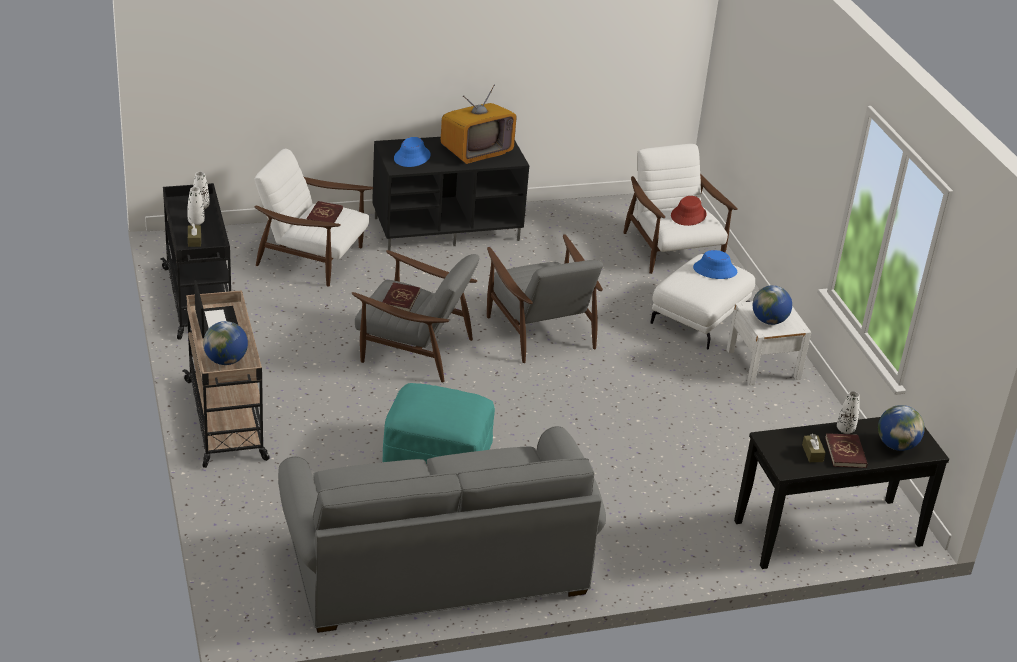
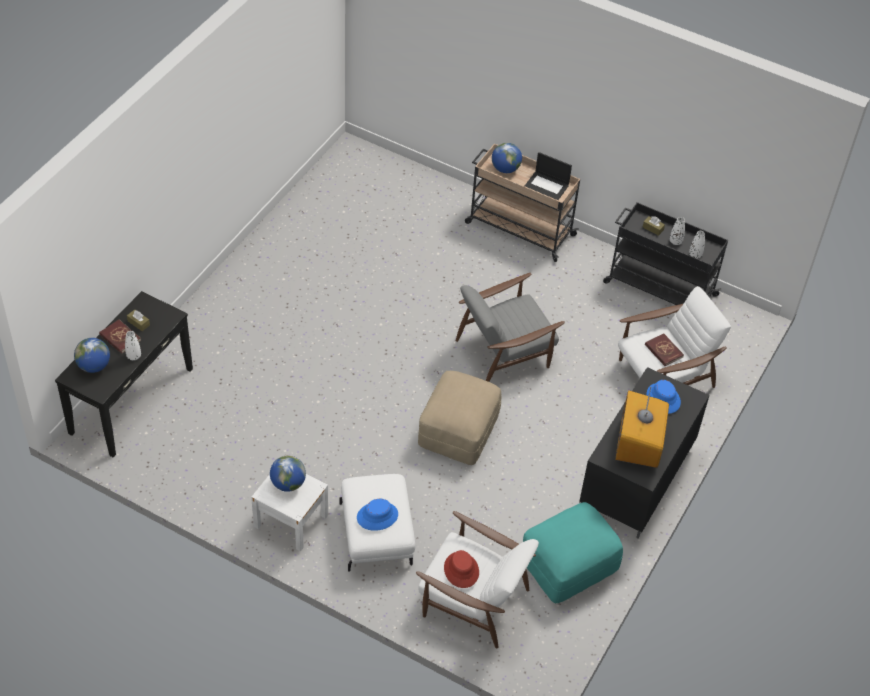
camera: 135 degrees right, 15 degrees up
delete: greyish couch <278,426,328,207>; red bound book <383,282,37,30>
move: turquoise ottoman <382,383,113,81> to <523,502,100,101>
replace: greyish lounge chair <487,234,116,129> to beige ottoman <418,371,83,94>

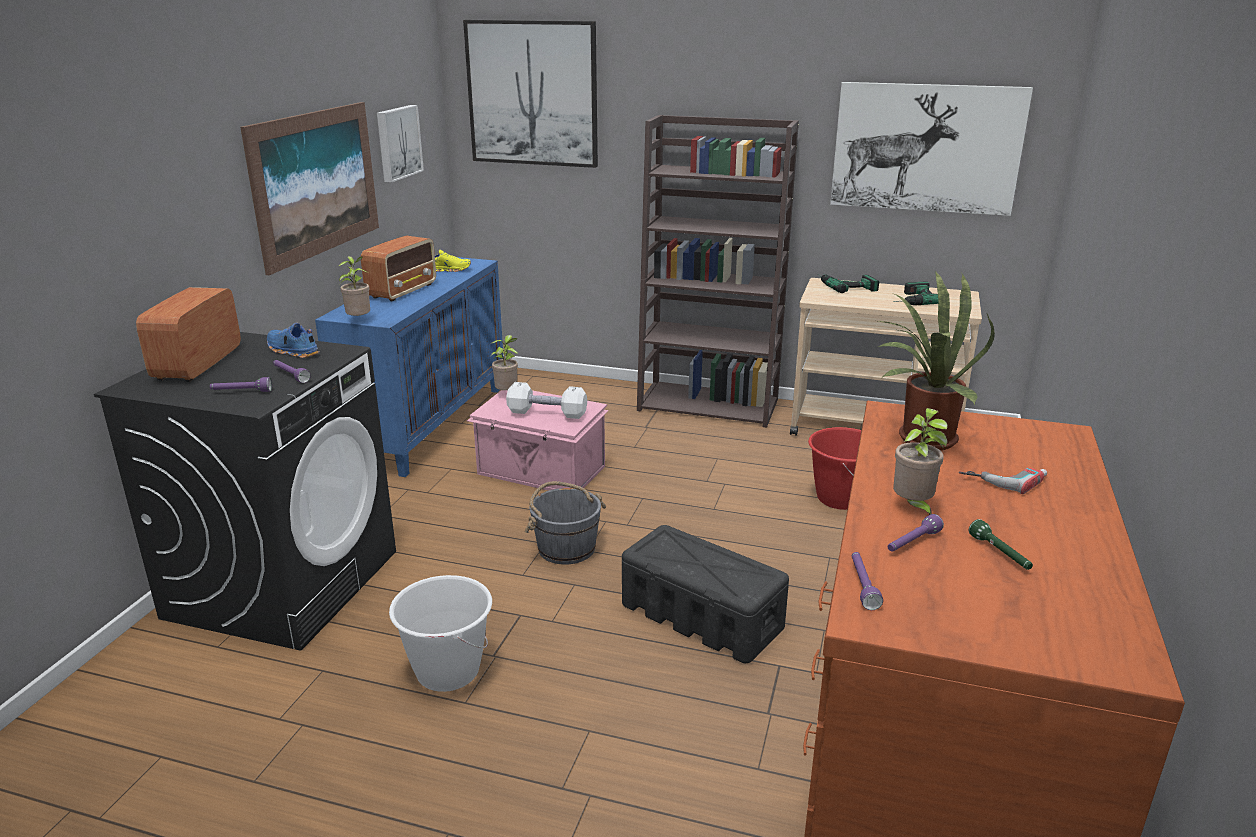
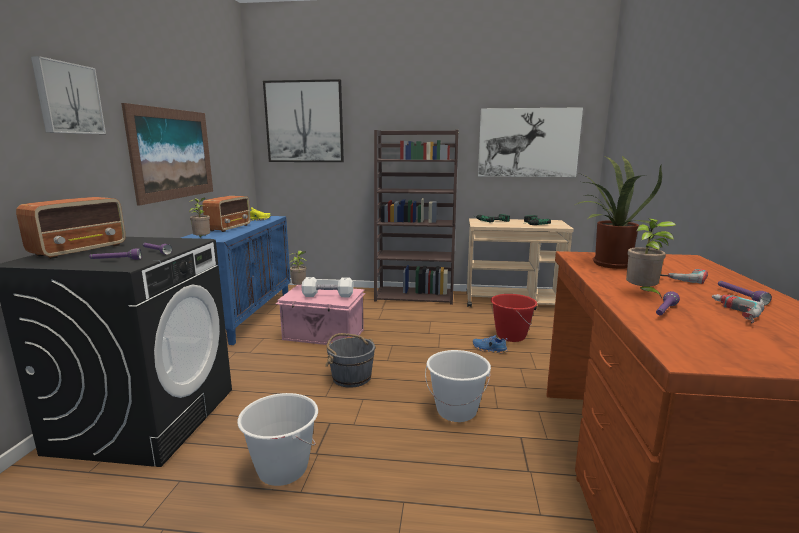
camera: 10 degrees left, 10 degrees down
move: blue item of footwear <267,323,53,35> to <473,335,35,19>; wall picture <377,105,47,78> to <31,56,75,78>; purplish flashlight <852,552,31,58> to <718,281,54,24>
replace: black-coloured storage box <622,525,167,138> to white-coloured bucket <425,350,66,72>; green flashlight <969,519,64,51> to electric drill <712,294,53,29>
rotate: radio <136,287,105,95> = <16,197,110,62> 150 degrees counterclockwise

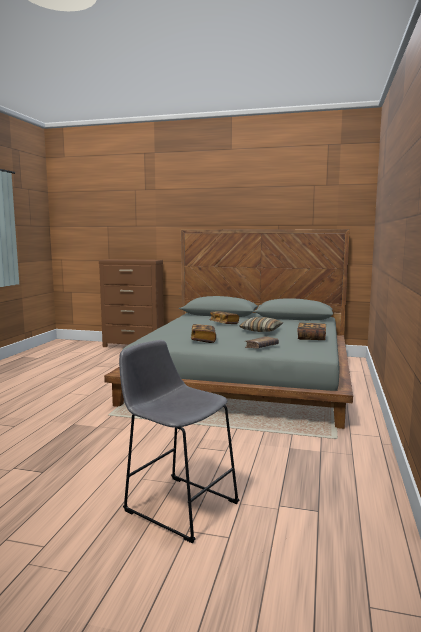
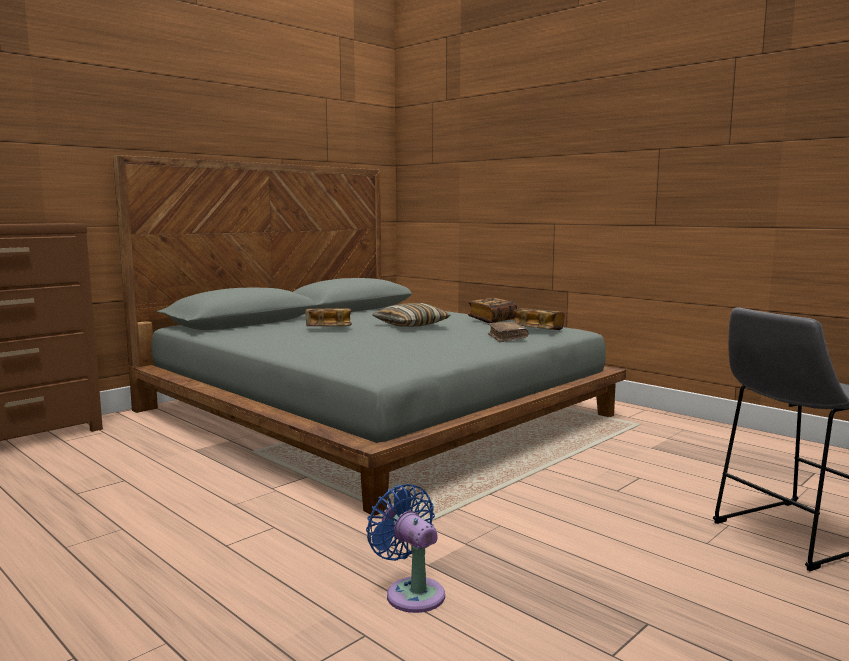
camera: 60 degrees left, 0 degrees up
insert: blue electric fan <366,484,79,129>
move: bound book <191,324,25,19> to <514,308,51,22>

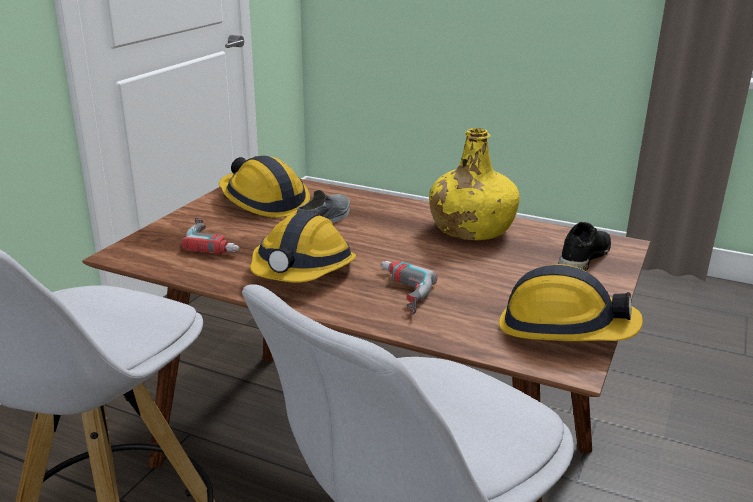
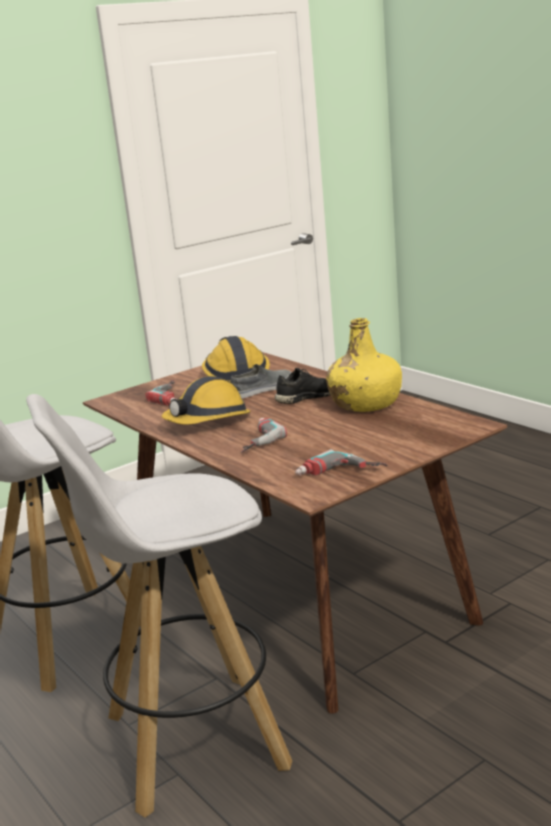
camera: 30 degrees right, 5 degrees down
move: black-coloured item of footwear <558,222,53,49> to <275,368,55,36>
replace: work helmet <499,264,144,77> to electric drill <295,449,93,26>

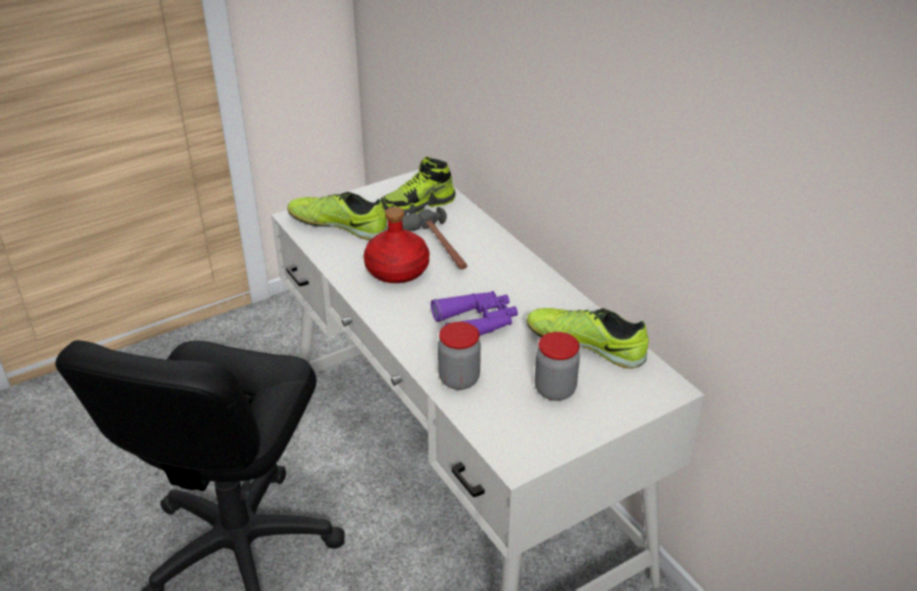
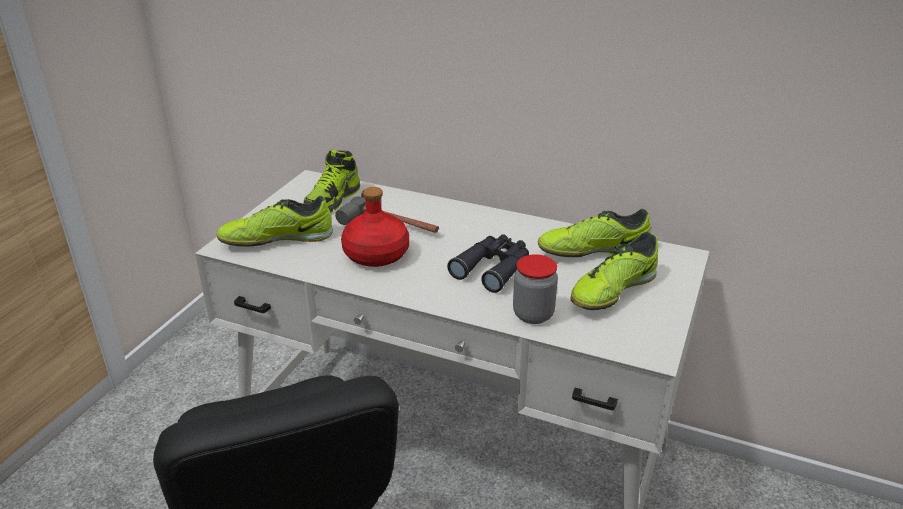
camera: 35 degrees left, 5 degrees down
replace: jar <535,332,45,69> to item of footwear <571,232,87,78>
recolor: purplish field glasses <431,291,87,45> to black-coloured field glasses <447,234,82,59>

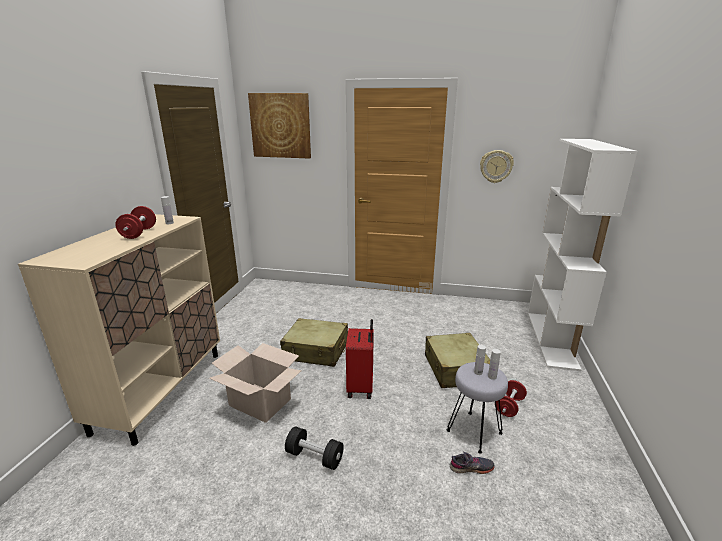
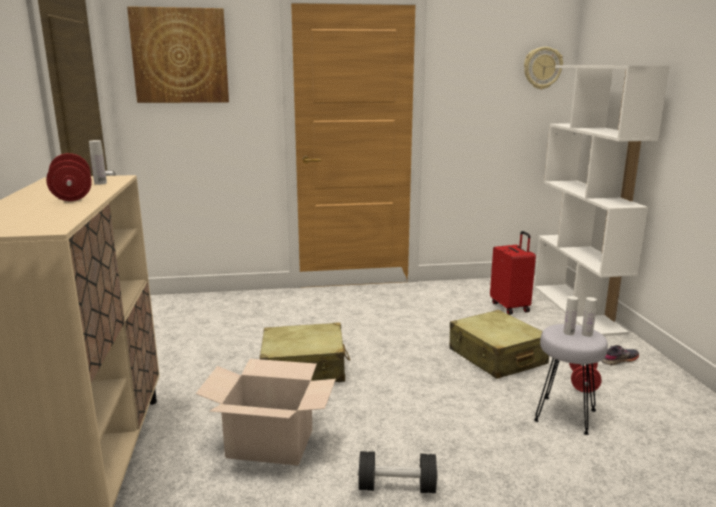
camera: 20 degrees left, 5 degrees down
move: red travel case <346,319,28,80> to <490,231,46,84>; greyish item of footwear <450,452,45,22> to <601,345,38,20>; wall clock <480,150,34,33> to <524,47,39,43>

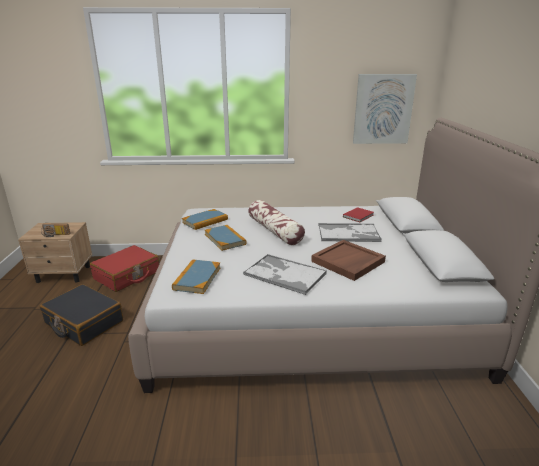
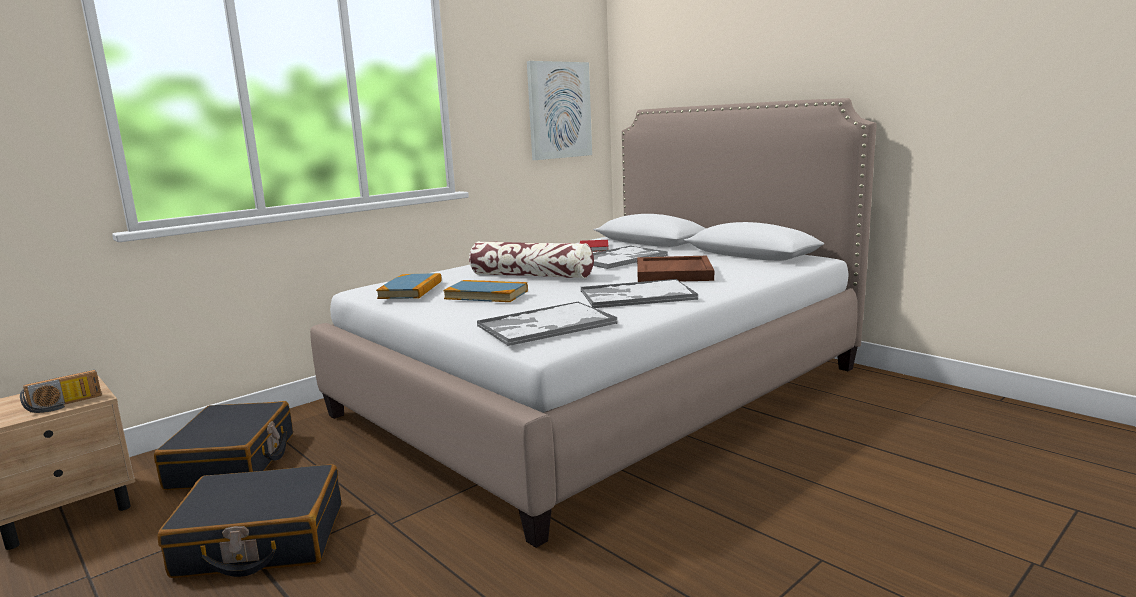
camera: 40 degrees left, 10 degrees down
replace: bound book <172,259,49,35> to serving tray <477,301,141,45>
recolor: red travel case <90,245,69,47> to black-coloured travel case <154,401,139,89>

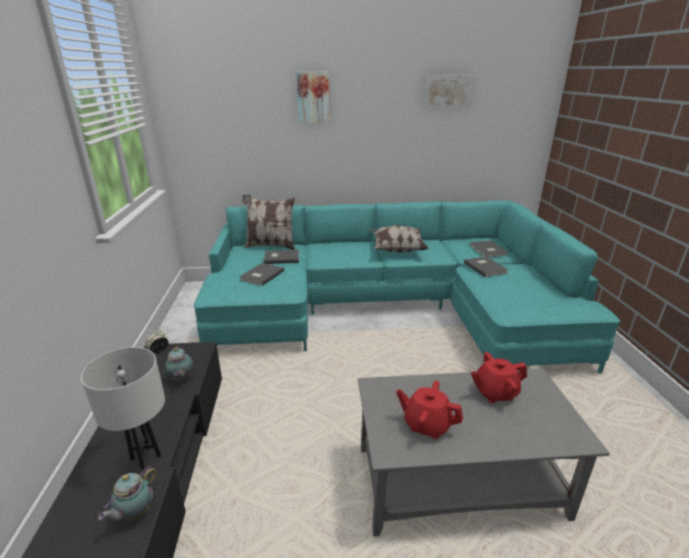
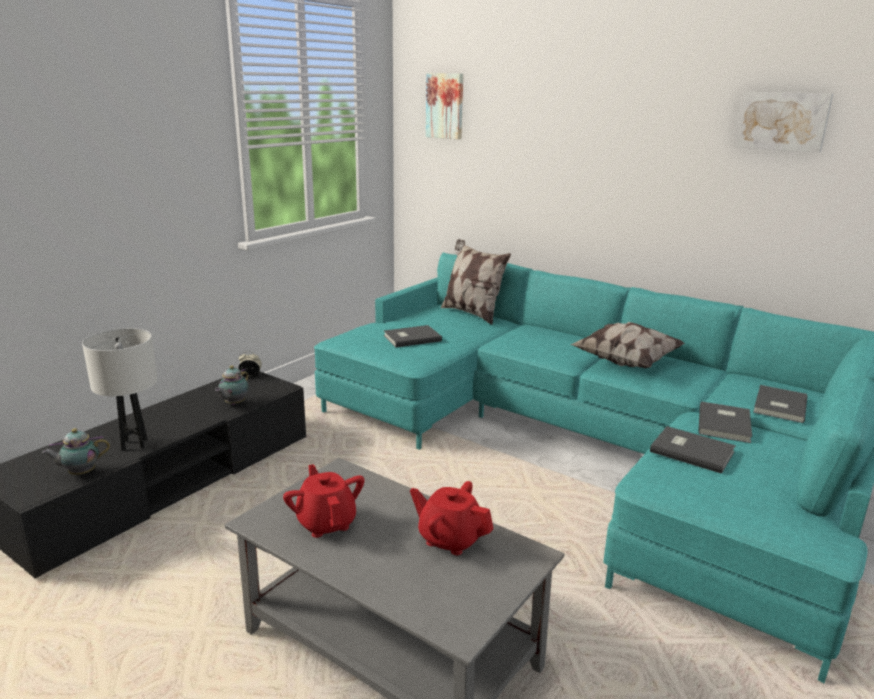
camera: 40 degrees right, 5 degrees down
move: greyish bound book <264,250,35,14> to <650,426,86,48>; wall picture <296,71,34,52> to <426,73,37,66>

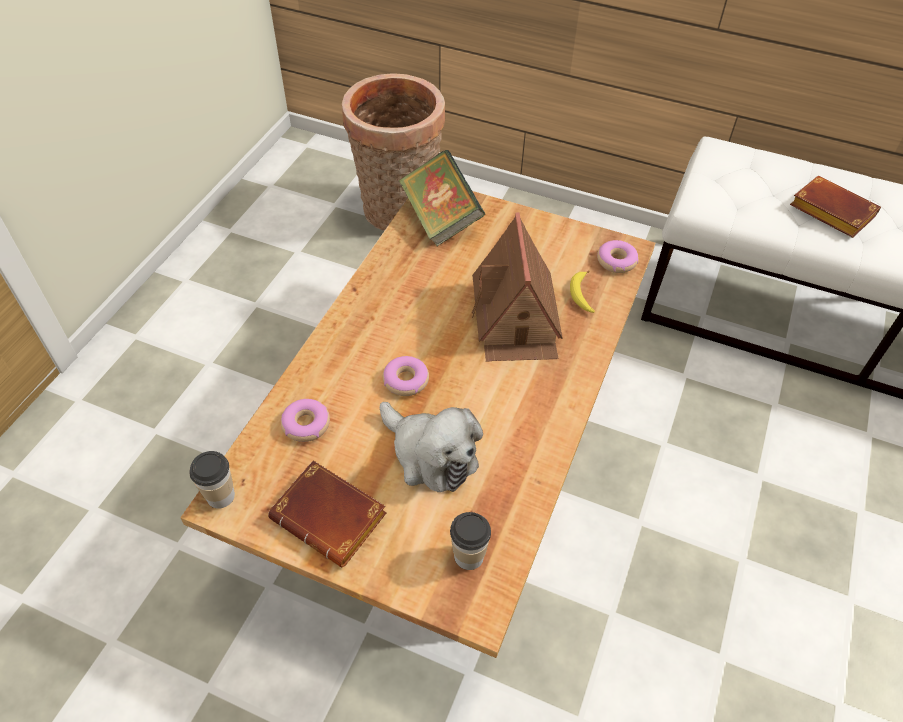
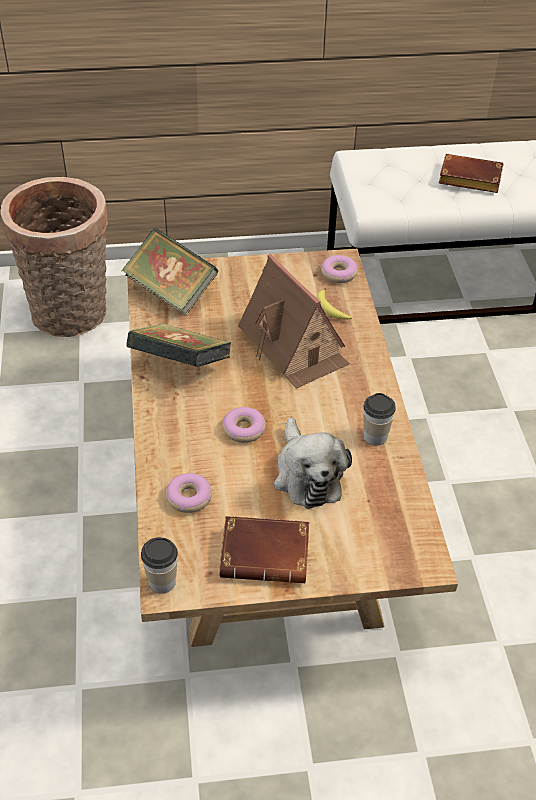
camera: 30 degrees left, 5 degrees down
insert: bound book <127,323,105,44>
move: cup <450,512,41,58> to <363,393,33,52>
rotate: plush toy <380,402,103,90> = <274,418,78,91> 60 degrees clockwise

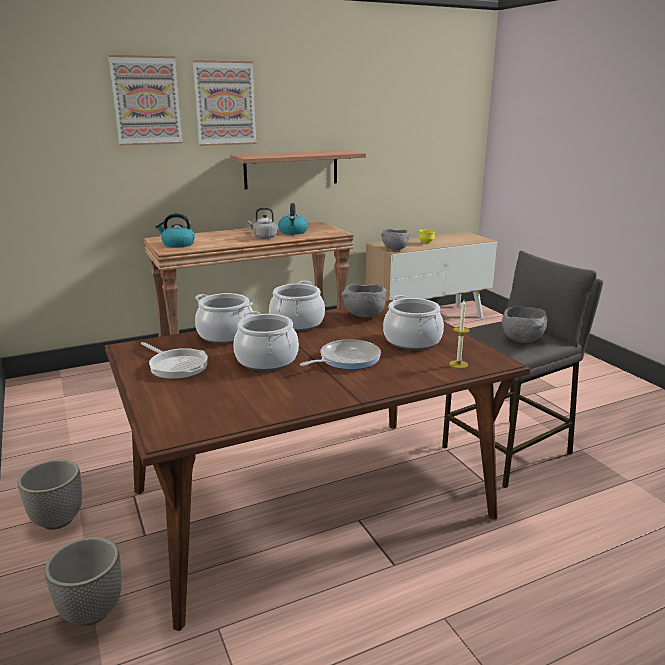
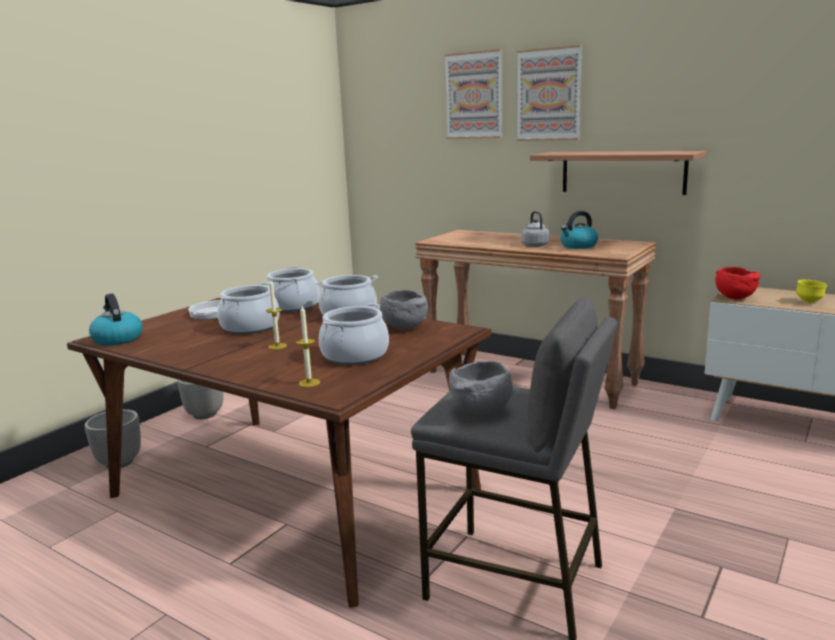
camera: 60 degrees right, 5 degrees down
move: water kettle <156,213,39,35> to <89,294,53,52>
replace: pan <300,339,81,31> to candle <266,280,21,70>
recolor: greyish deep dish <381,229,29,21> to red deep dish <715,267,45,32>

